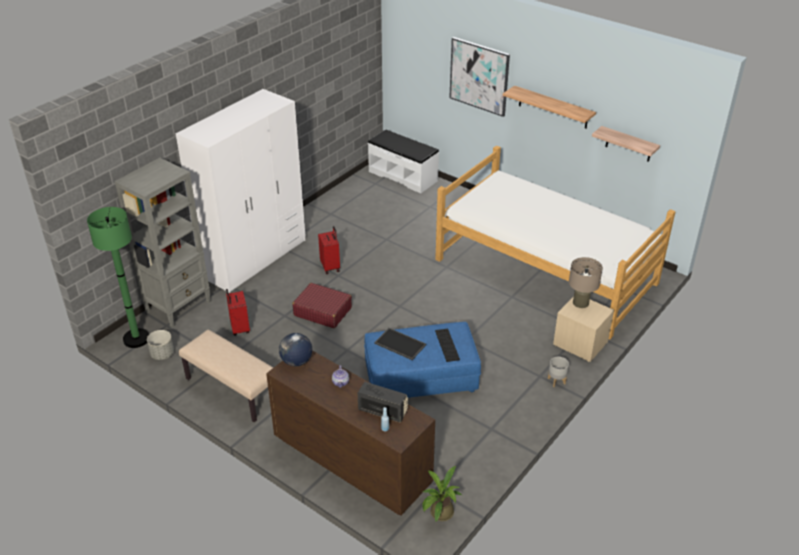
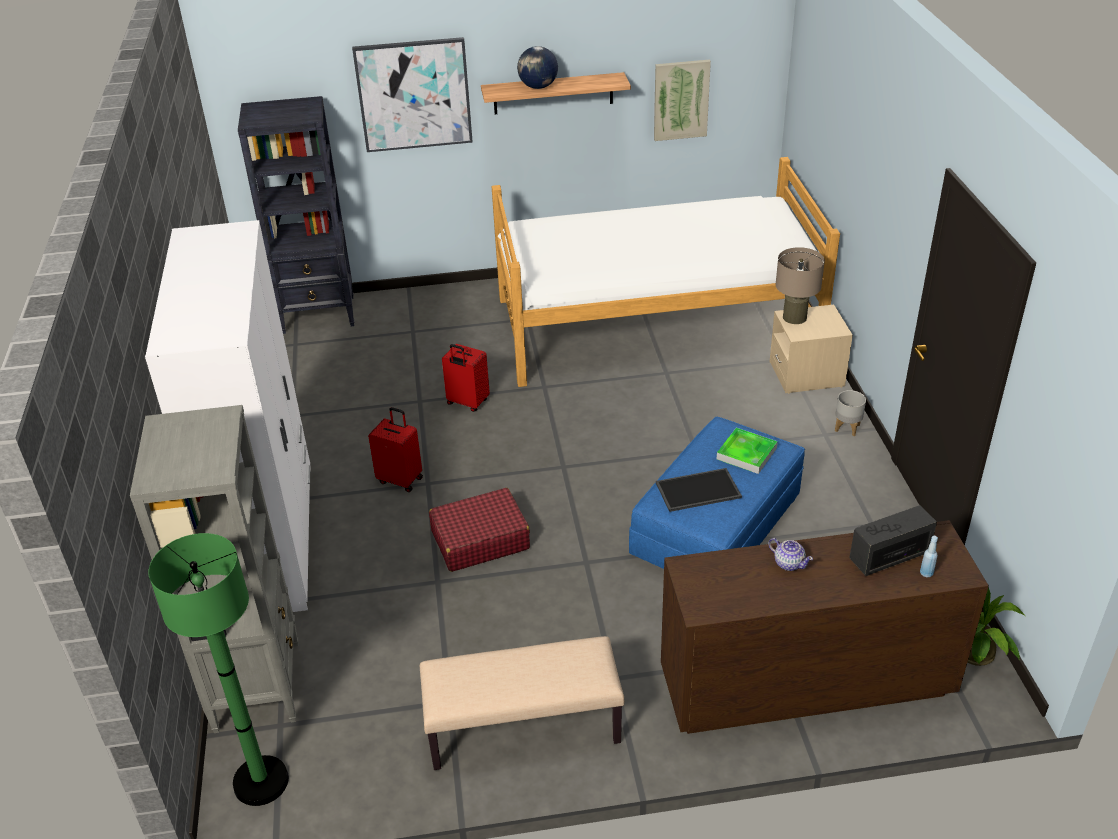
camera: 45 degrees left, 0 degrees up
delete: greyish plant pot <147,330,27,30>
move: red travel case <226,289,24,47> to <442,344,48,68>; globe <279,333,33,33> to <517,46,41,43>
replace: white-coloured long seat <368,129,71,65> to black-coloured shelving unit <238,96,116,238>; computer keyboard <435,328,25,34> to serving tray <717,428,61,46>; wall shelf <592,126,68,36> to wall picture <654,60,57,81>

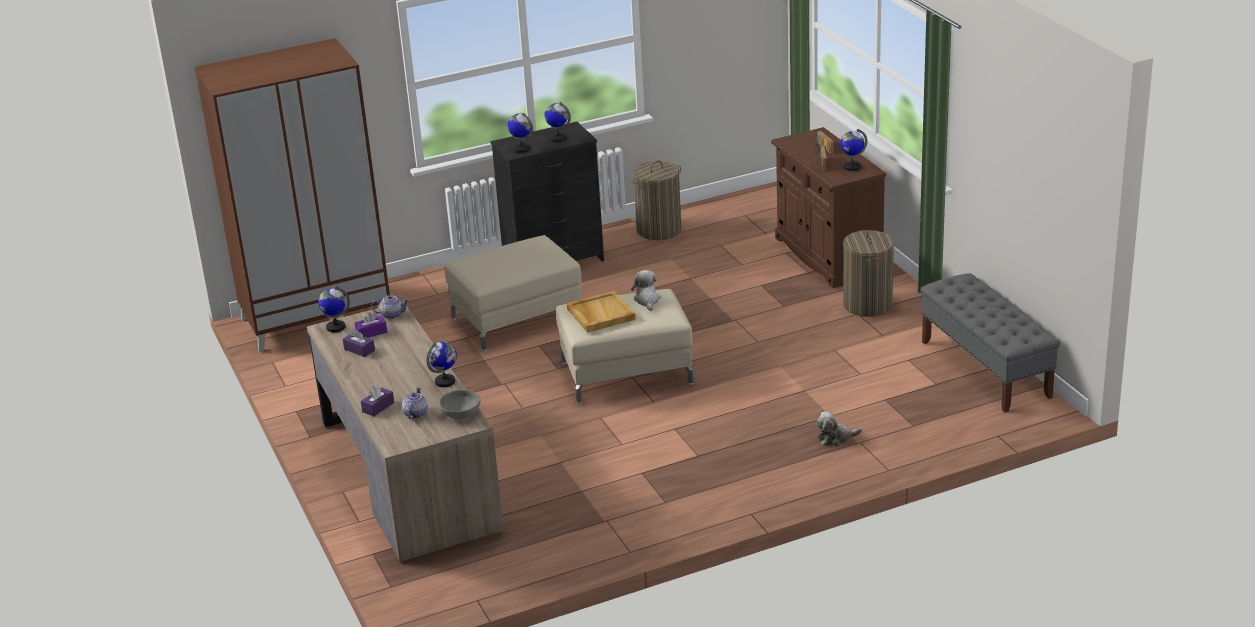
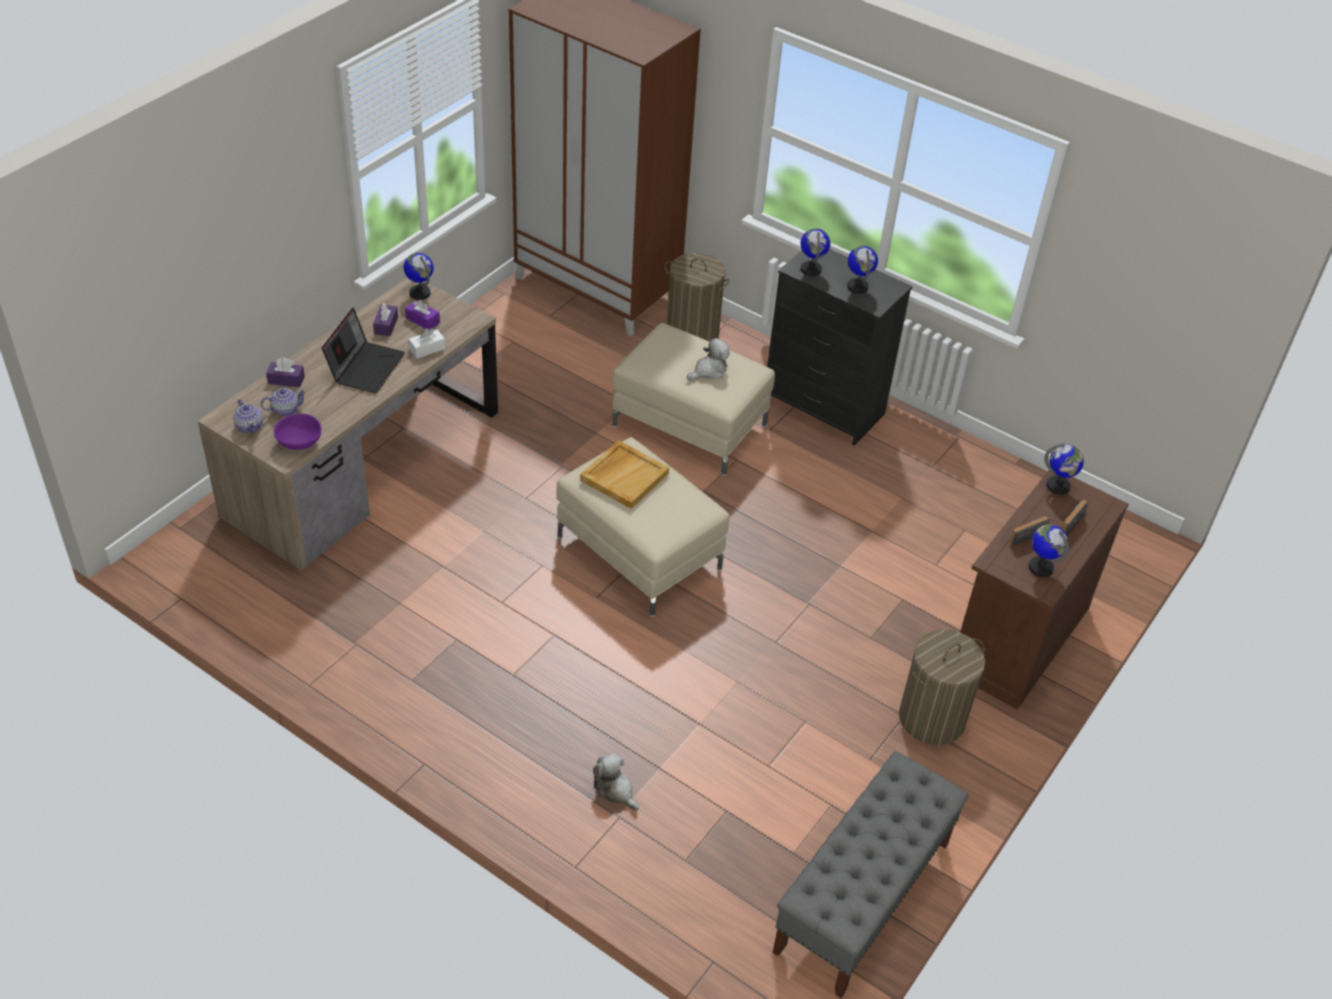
camera: 55 degrees right, 15 degrees up
insert: laptop <322,308,83,86>; white-coloured tissue holder <408,328,37,31>
move: pot for tea <371,295,38,24> to <233,399,30,34>; globe <426,341,31,46> to <1044,443,40,52>; plush toy <631,270,30,41> to <687,338,43,43>; washing basket <632,160,49,80> to <665,253,65,89>
recolor: greyish deep dish <439,390,42,29> to purplish deep dish <274,413,47,37>

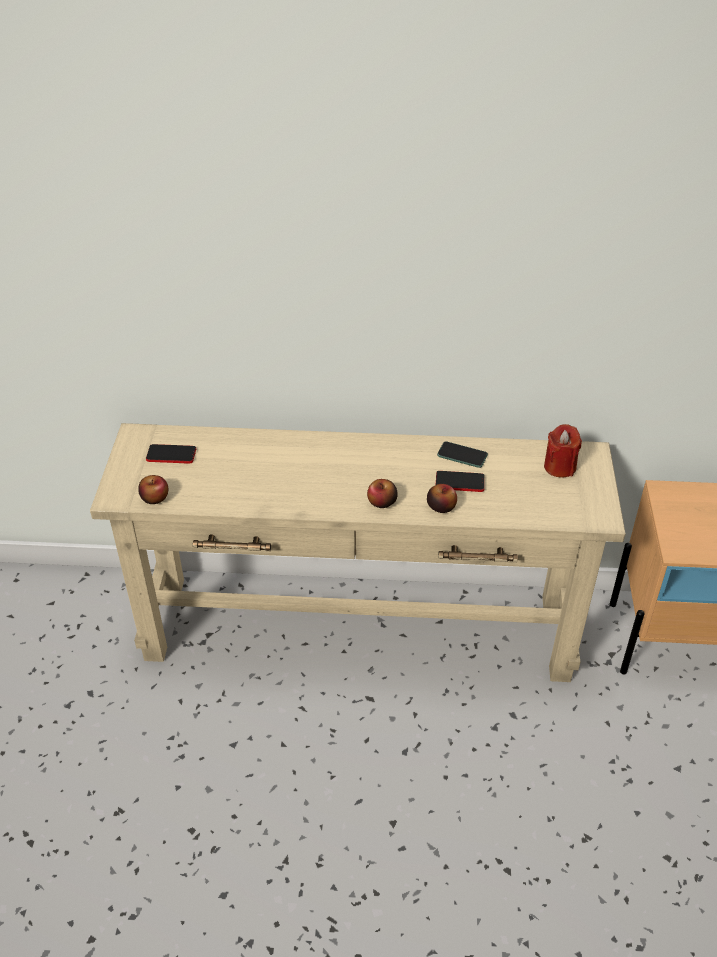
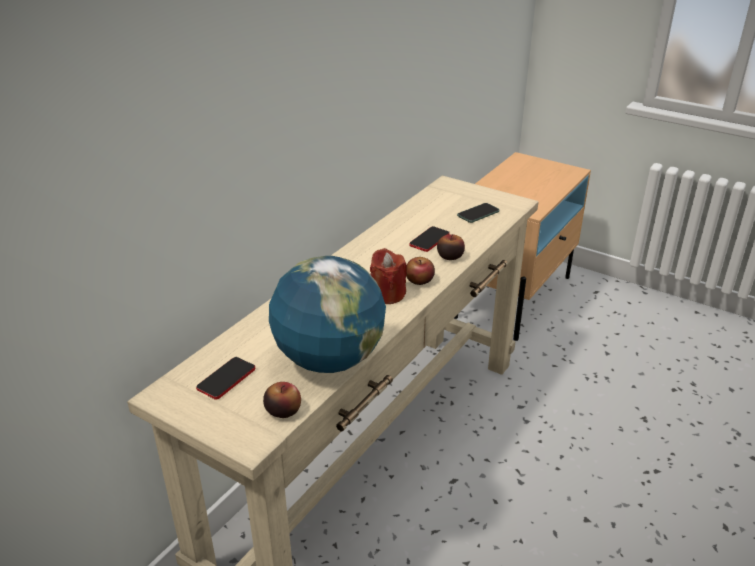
camera: 60 degrees left, 10 degrees down
insert: globe <269,256,117,117>
move: handset <437,441,51,27> to <457,203,43,20>; red candle <544,424,38,54> to <370,248,37,56>

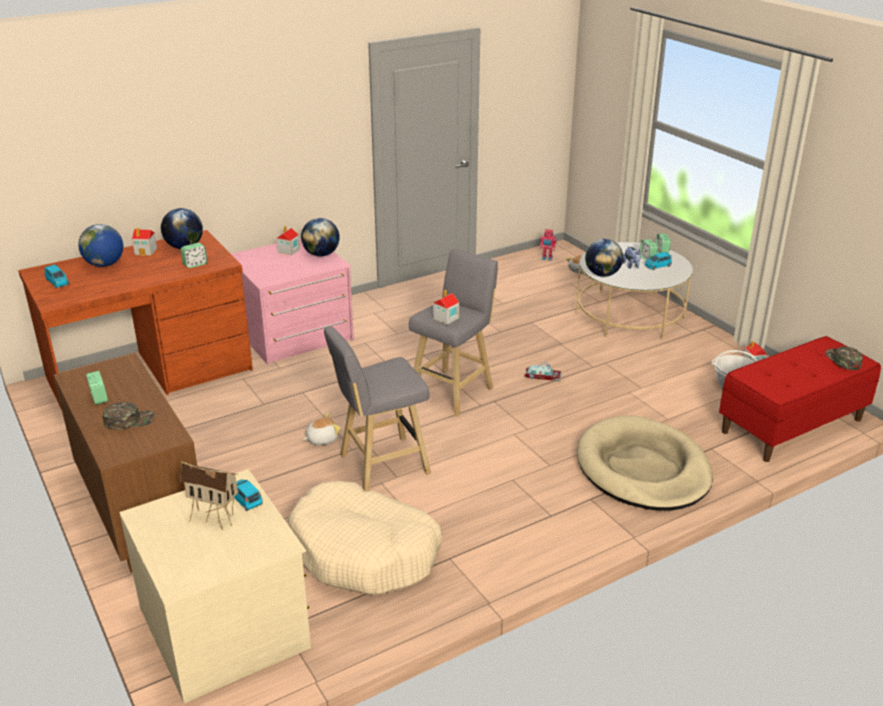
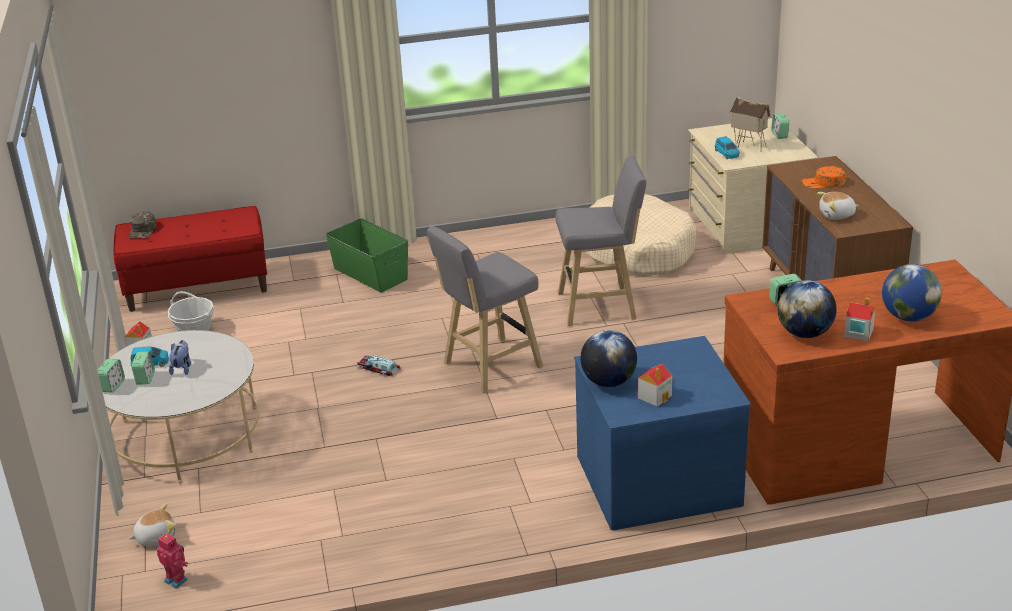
camera: 160 degrees left, 0 degrees up
delete: blue model car <44,264,25,24>; model house <433,290,26,35>; globe <585,239,38,38>
move: table clock <86,371,22,34> to <772,113,17,26>; plush toy <303,413,38,32> to <817,192,42,28>
replace: beige dog bed <577,415,136,96> to green storage box <326,218,83,74>
recolor: green baseball cap <103,402,52,28> to orange baseball cap <802,166,43,22>; pink drawer chest <231,238,123,127> to blue drawer chest <574,336,177,194>

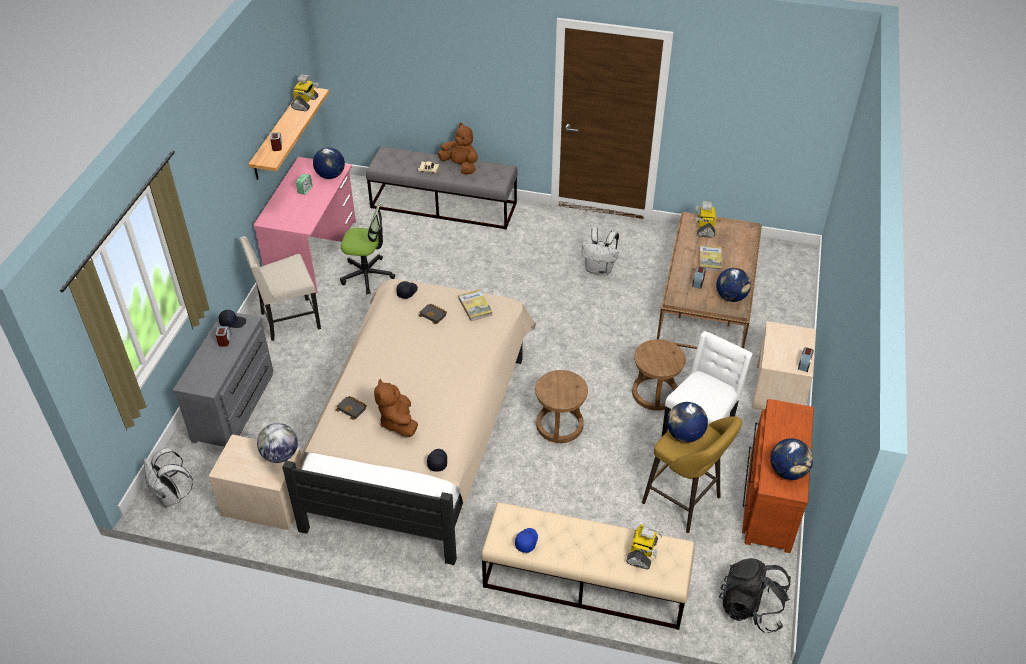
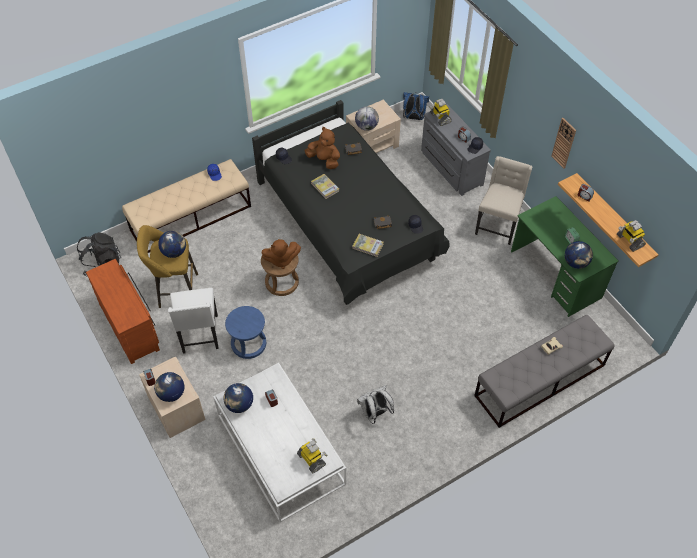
camera: 135 degrees right, 10 degrees up
delete: desk chair <340,200,55,95>
insert: wall clock <552,118,24,50>
move: brownish plush toy <438,123,40,52> to <261,239,40,30>; model robot <626,523,38,47> to <429,99,23,27>; bound book <699,245,23,27> to <311,174,28,25>; globe <770,438,43,42> to <154,372,30,30>
recolor: white-coloured knapsack <144,448,49,60> to blue knapsack <403,92,26,28>; pink desk table <253,157,103,136> to green desk table <511,196,107,121>; beige sleeping bed <282,279,254,286> to black-coloured sleeping bed <252,100,198,205>; brownish stool <632,339,54,72> to blue stool <225,306,41,53>; brownish coffee table <657,212,105,137> to white-coloured coffee table <213,363,133,159>

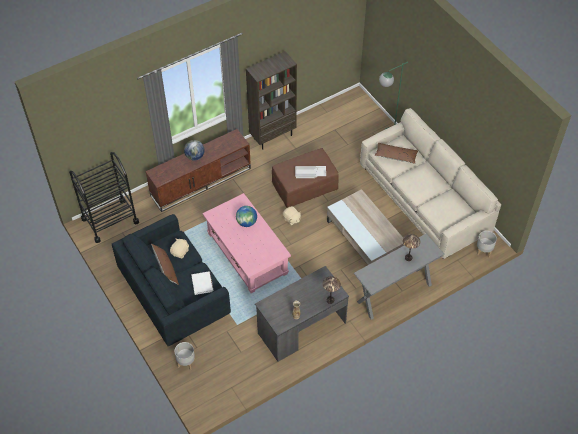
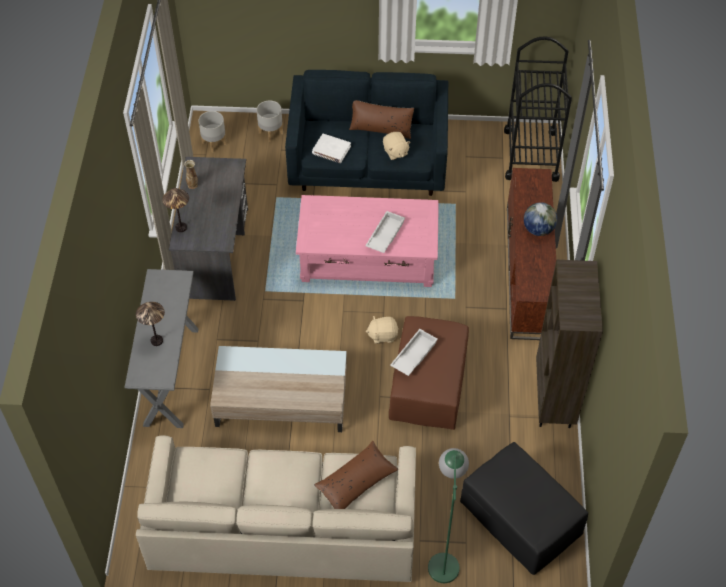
camera: 125 degrees right, 0 degrees up
insert: black-coloured ottoman <460,442,128,133>
move: greyish plant pot <477,231,20,27> to <198,111,29,42>
replace: globe <236,206,21,21> to white-coloured serving tray <365,211,40,42>

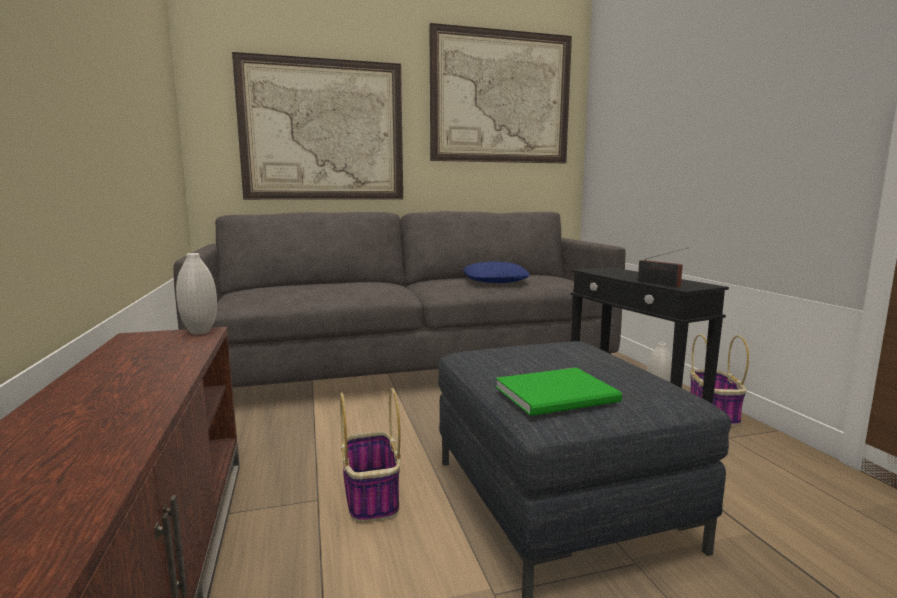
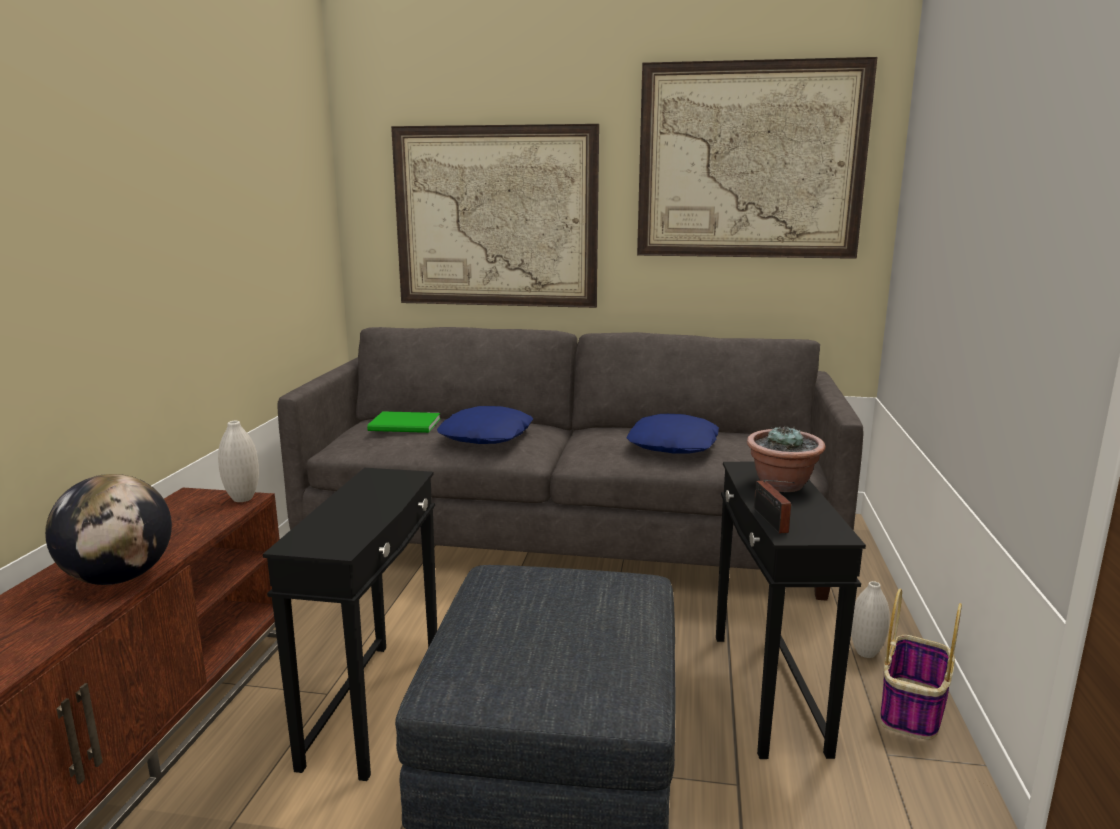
camera: 25 degrees right, 5 degrees up
insert: globe <45,474,127,111>; blue throw pillow <437,406,96,38>; potted plant <747,425,79,67>
move: green bound book <496,368,126,48> to <367,411,74,22>
replace: storage basket <340,388,61,135> to black-coloured end table <263,468,174,313>

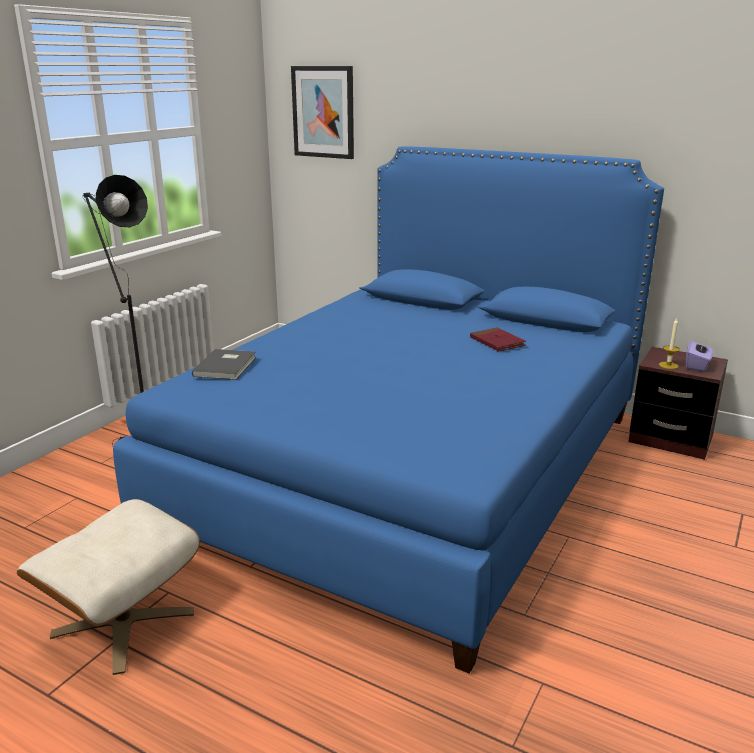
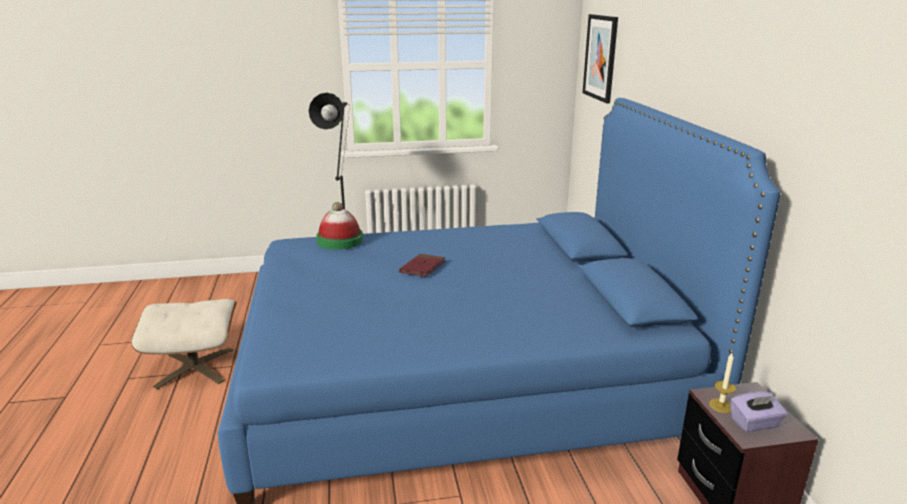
camera: 50 degrees right, 0 degrees up
move: red bound book <470,327,56,25> to <399,254,46,23>
replace: greyish bound book <192,349,64,31> to wearable hat <316,202,47,48>

